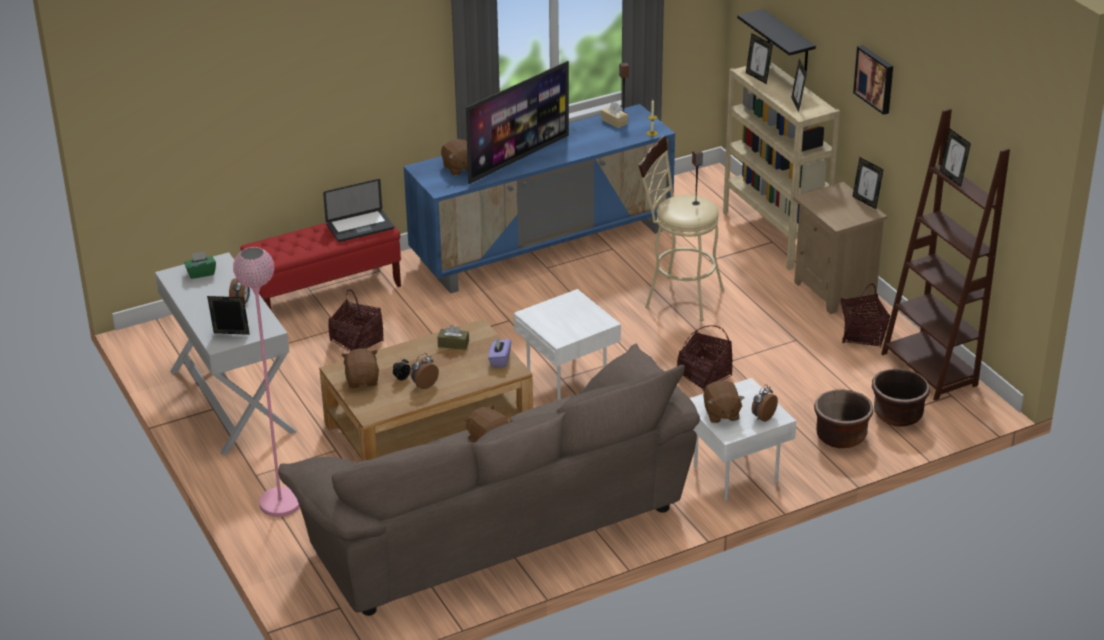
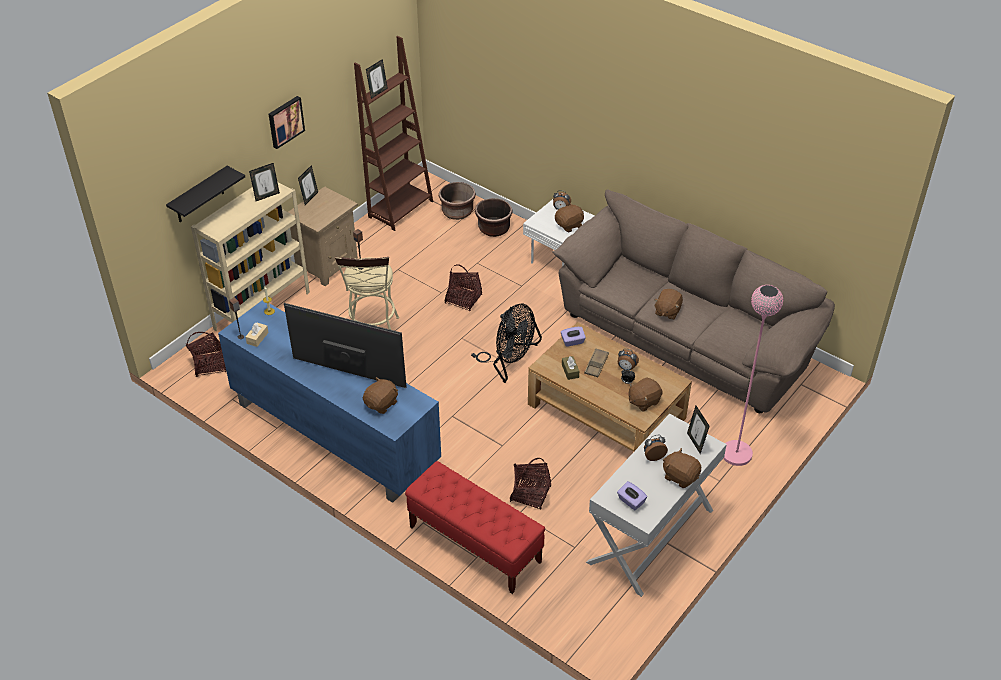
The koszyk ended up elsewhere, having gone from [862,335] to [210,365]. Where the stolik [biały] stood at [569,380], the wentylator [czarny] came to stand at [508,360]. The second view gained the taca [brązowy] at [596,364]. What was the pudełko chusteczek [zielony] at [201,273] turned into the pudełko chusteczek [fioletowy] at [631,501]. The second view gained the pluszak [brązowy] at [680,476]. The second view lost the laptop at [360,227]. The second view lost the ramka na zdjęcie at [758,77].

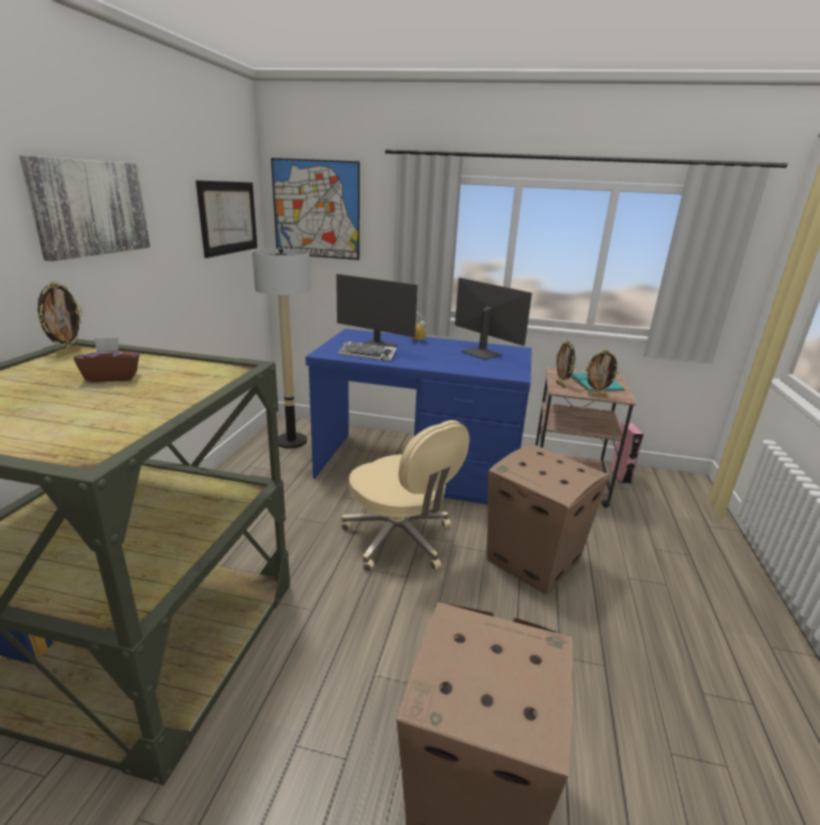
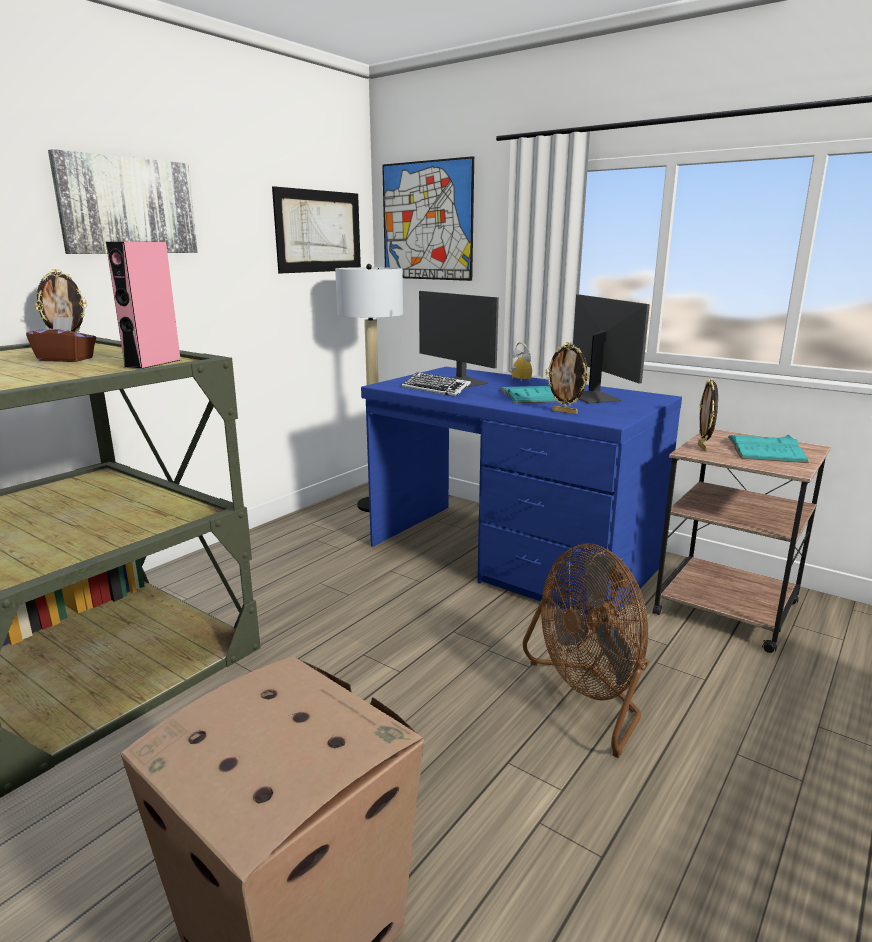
The głośnik [różowy] ended up elsewhere, having gone from [620,476] to [153,363]. The second view gained the książka [turkusowy] at [532,395]. Where the karton stood at [534,560], the wentylator [brązowy] came to stand at [593,694]. The ramka na zdjęcie ended up elsewhere, having gone from [596,395] to [565,412]. The second view lost the krzesło biurowe [beżowy] at [400,539].

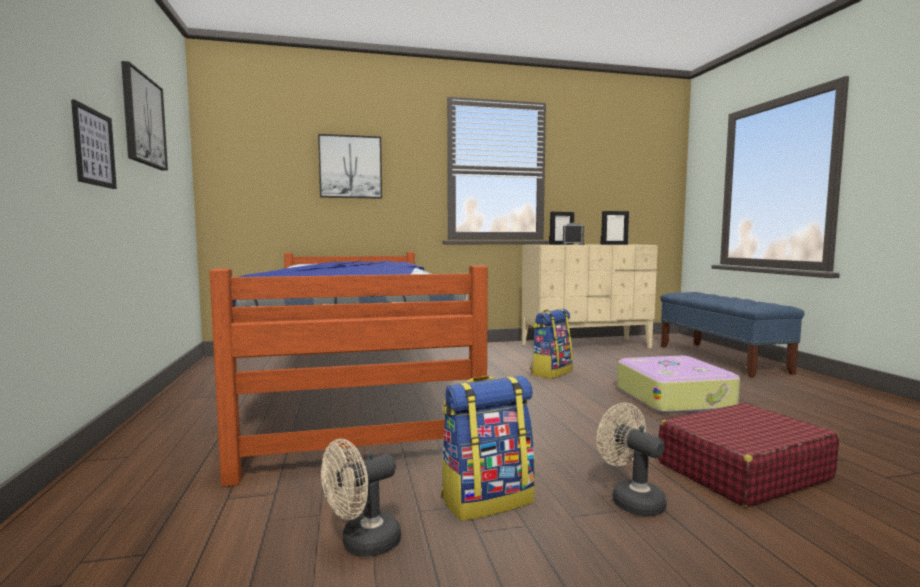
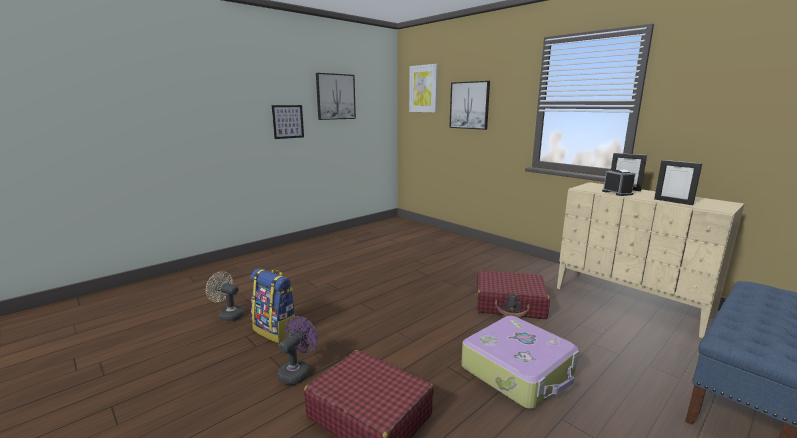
What was the wentylator [beżowy] at [630,499] turned into the wentylator [fioletowy] at [297,372]. The second view gained the obraz at [423,89]. Where the plecak stood at [551,372], the walizka [czerwony] came to stand at [510,304]. The second view lost the łóżko at [353,389].

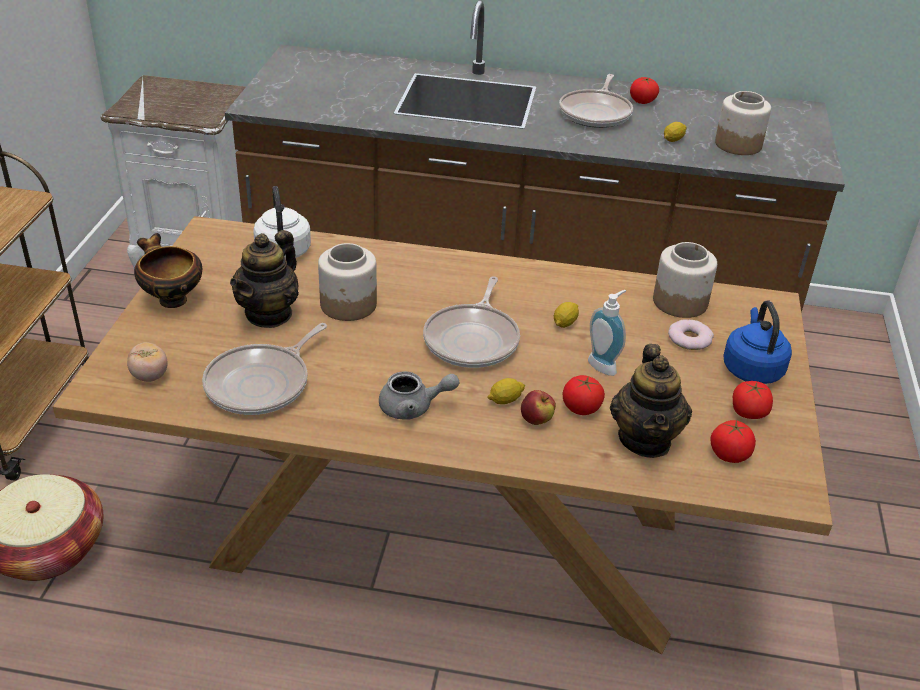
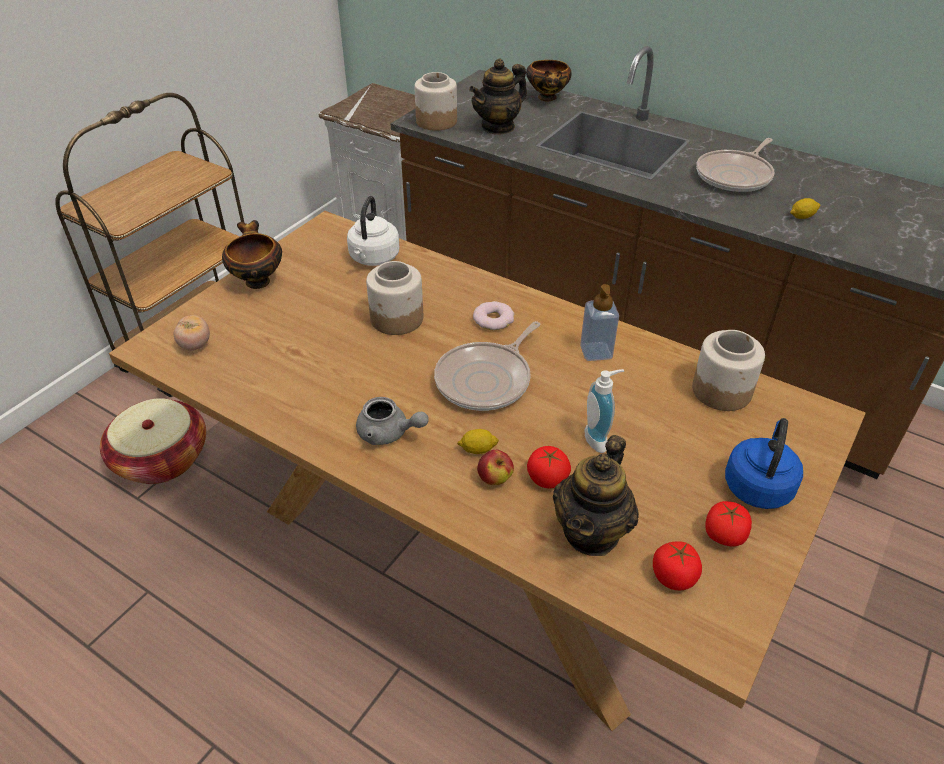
The słoik ended up elsewhere, having gone from [737,144] to [436,121]. The imbryk ended up elsewhere, having gone from [269,314] to [498,127]. The donut ended up elsewhere, having gone from [689,339] to [493,319]. The second view gained the miska at [548,98]. The second view gained the dozownik mydła at [596,352]. The second view lost the patelnia at [262,384]. The second view lost the cytryna at [565,323]. The second view lost the pomidor at [642,101].

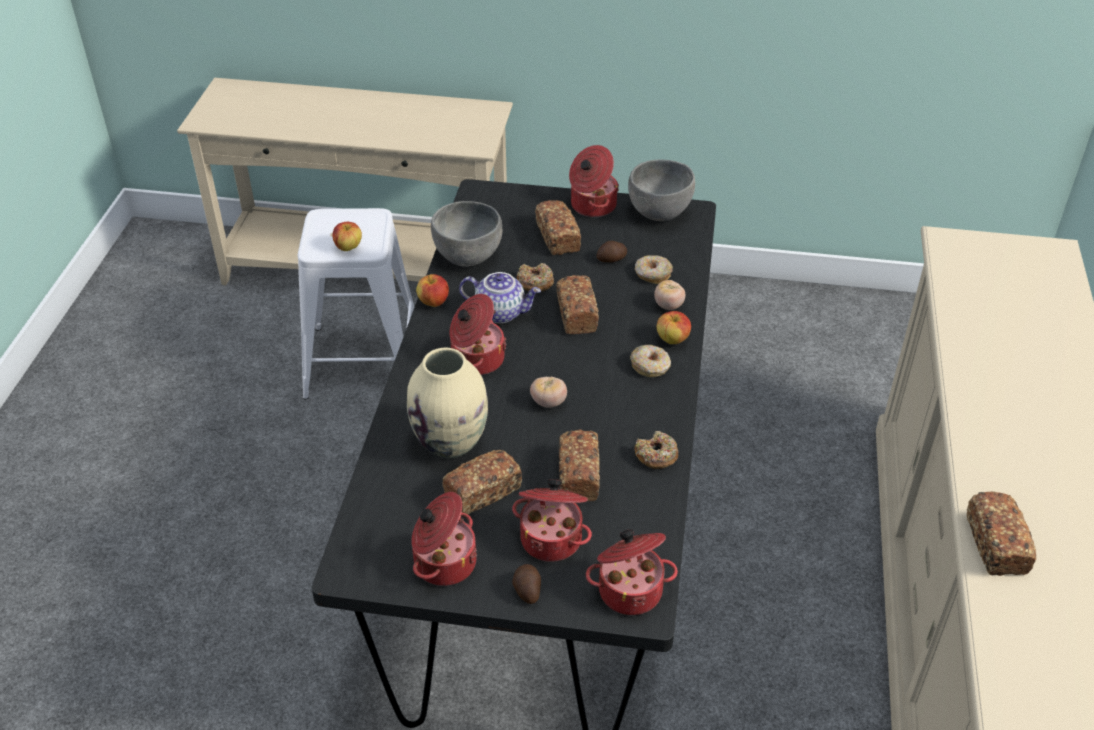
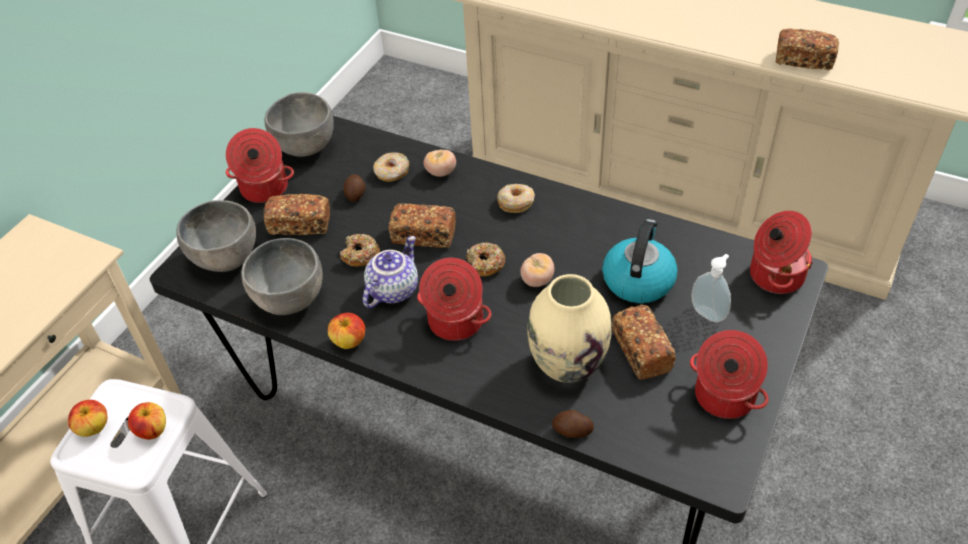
The jabłko ended up elsewhere, having gone from [672,339] to [94,427]. The second view gained the miska [szary] at [226,259]. The donut ended up elsewhere, having gone from [656,456] to [485,264]. The ziemniak ended up elsewhere, having gone from [527,590] to [572,431]. Where the chleb stood at [578,476], the czajnik came to stand at [638,279]. Where the garnek stood at [552,538], the dozownik mydła came to stand at [709,313].

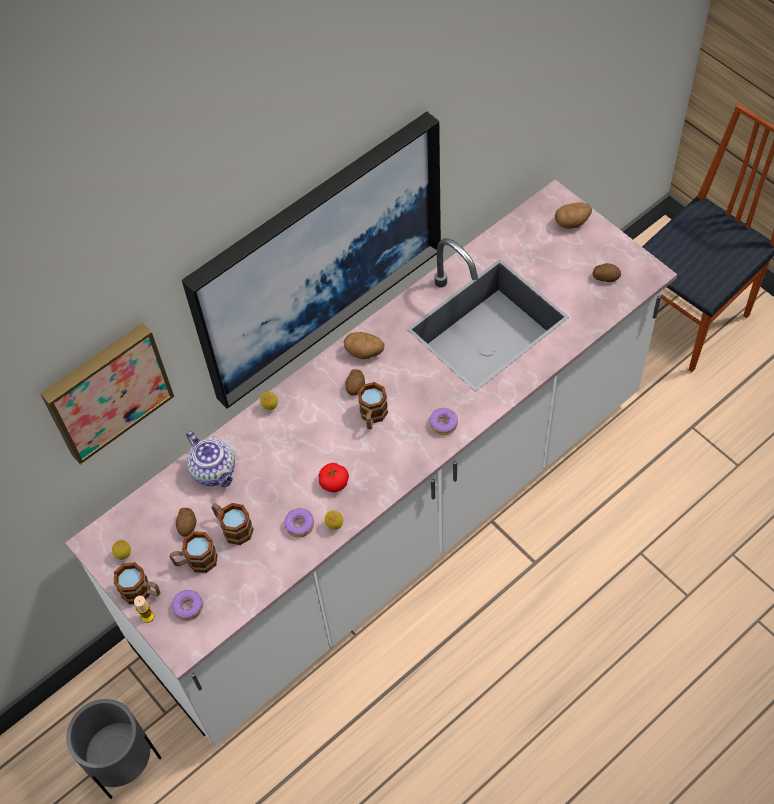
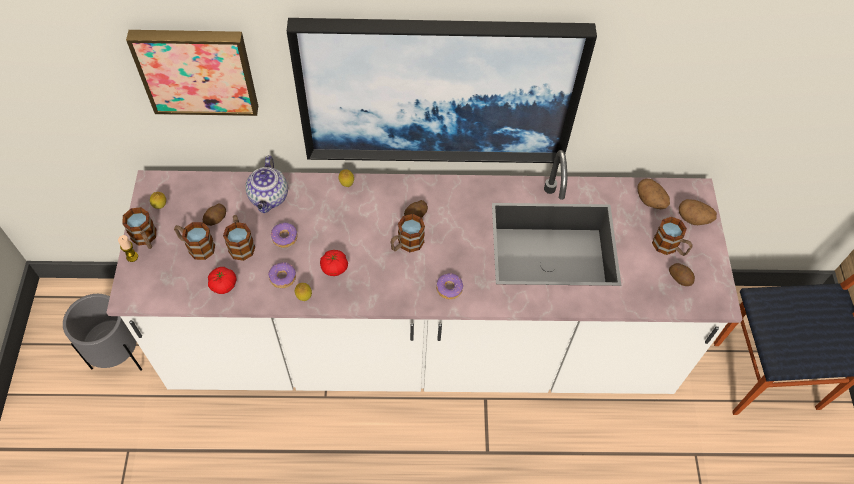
The second view gained the pomidor at [223,285]. The donut ended up elsewhere, having gone from [188,607] to [285,238]. The ziemniak ended up elsewhere, having gone from [365,352] to [650,201]. The second view gained the kubek at [669,247].

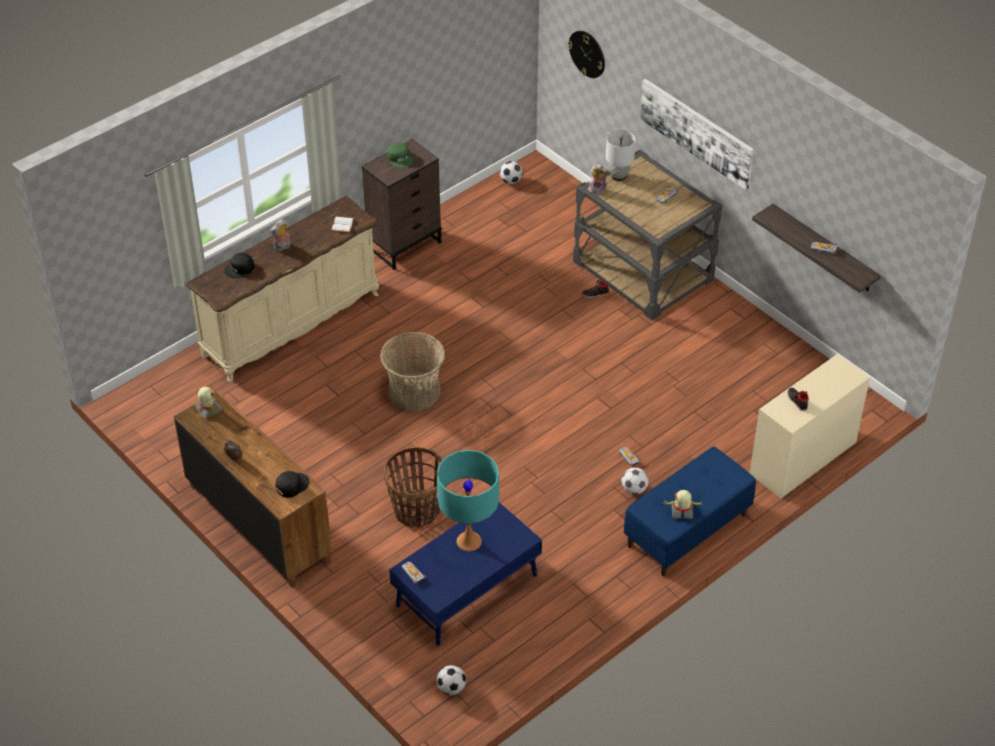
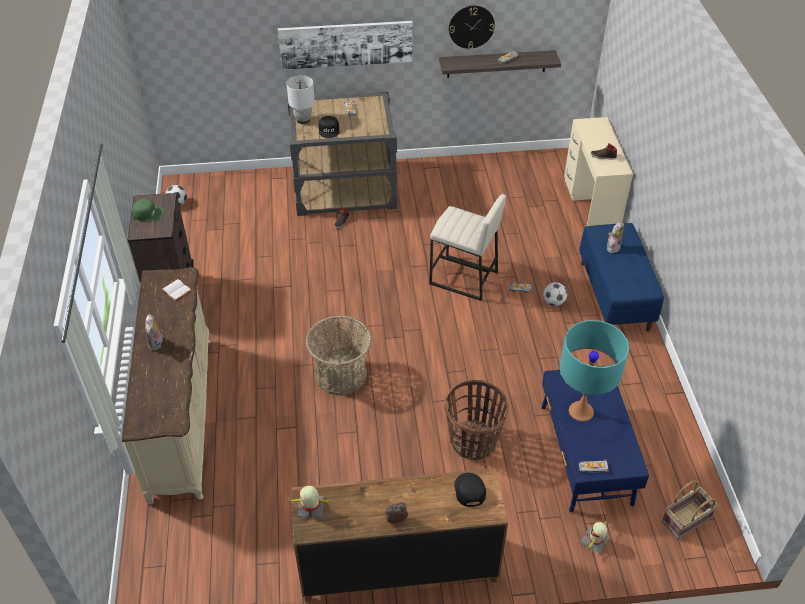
The czapka z daszkiem [czarny] ended up elsewhere, having gone from [240,269] to [329,130]. The second view gained the stołek [beżowy] at [463,278]. The zegar ścienny ended up elsewhere, having gone from [587,54] to [471,26]. The robot zabawkowy ended up elsewhere, having gone from [682,511] to [595,541]. The pluszak ended up elsewhere, having gone from [598,190] to [612,247]. Where the piłka futbolowa stood at [451,688], the koszyk came to stand at [686,521].

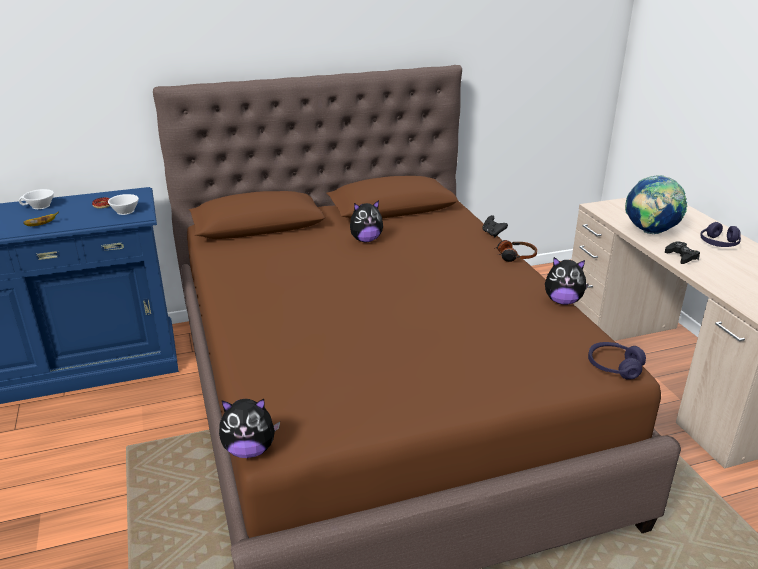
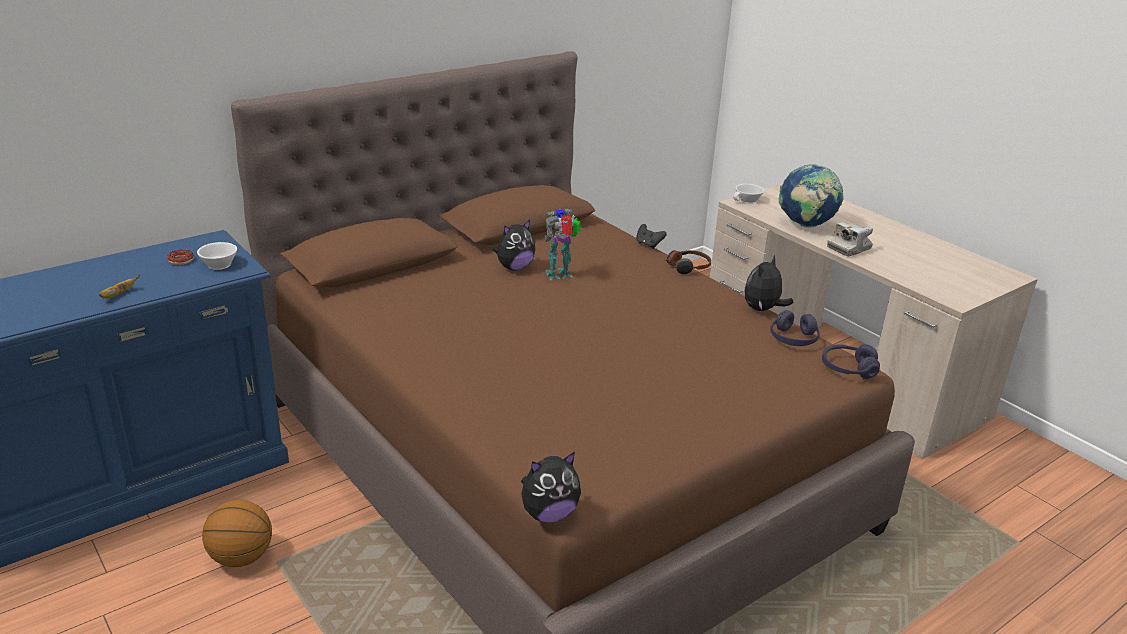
The second view gained the piłka do koszykówki at [241,557]. The second view gained the robot zabawkowy at [560,275]. The filiżanka [biały] ended up elsewhere, having gone from [39,206] to [748,201]. The pluszak at [562,301] ended up facing another way, 135 degrees clockwise from before. The słuchawki [fioletowy] ended up elsewhere, having gone from [718,243] to [793,339]. Where the pad do gier [czarny] stood at [681,256], the aparat fotograficzny came to stand at [849,248].

